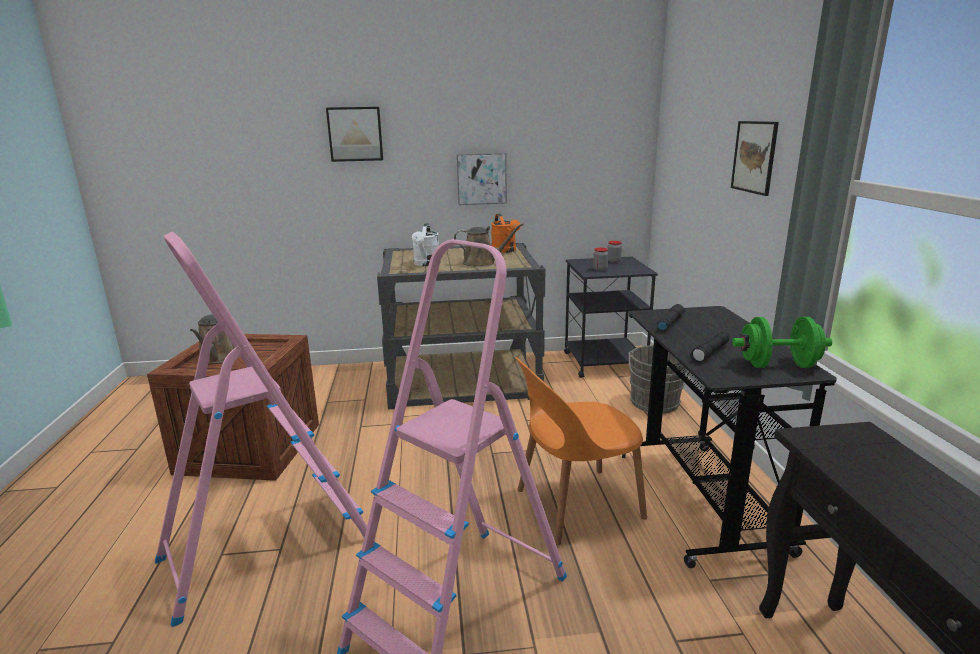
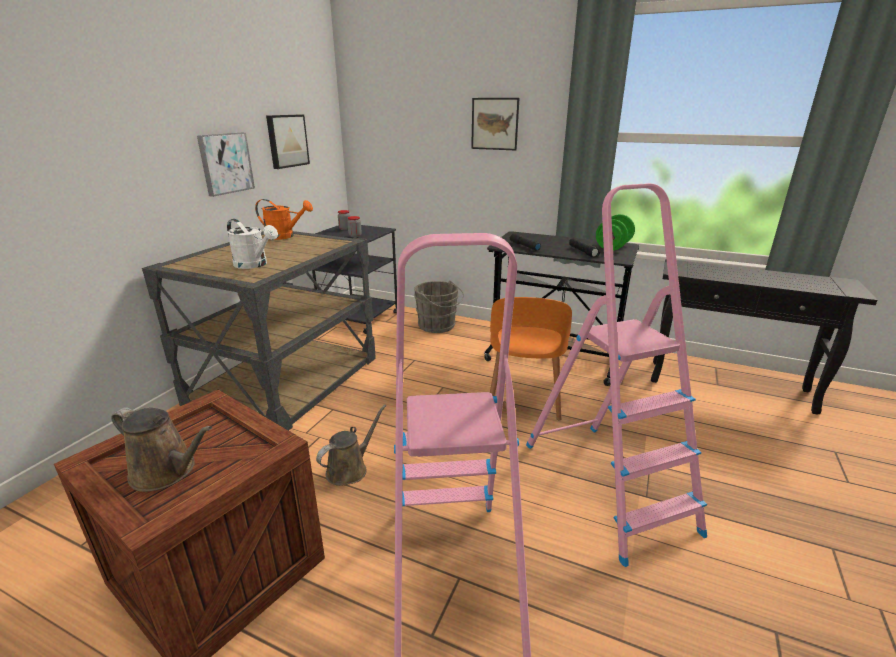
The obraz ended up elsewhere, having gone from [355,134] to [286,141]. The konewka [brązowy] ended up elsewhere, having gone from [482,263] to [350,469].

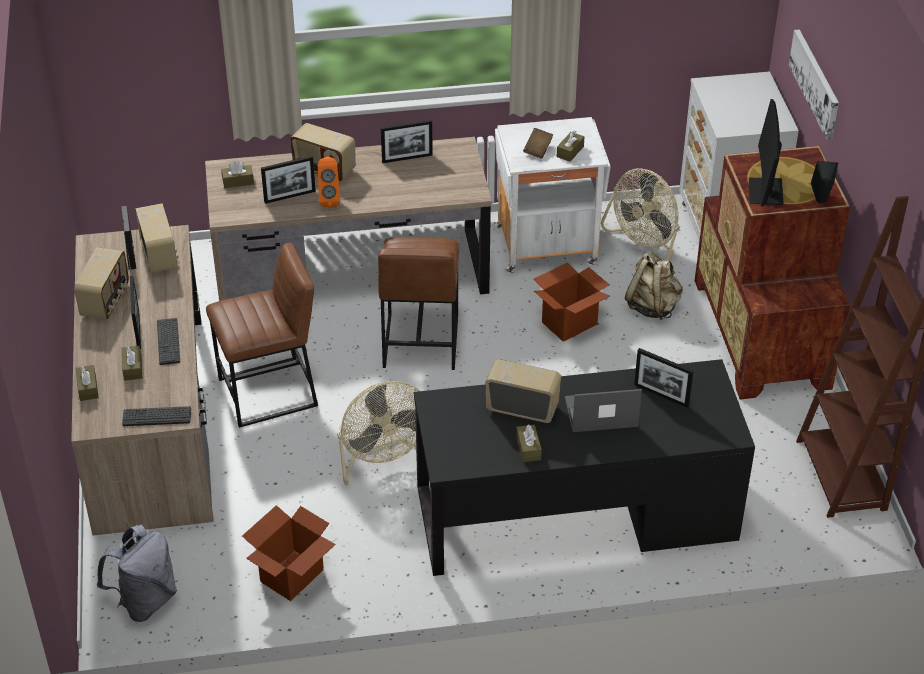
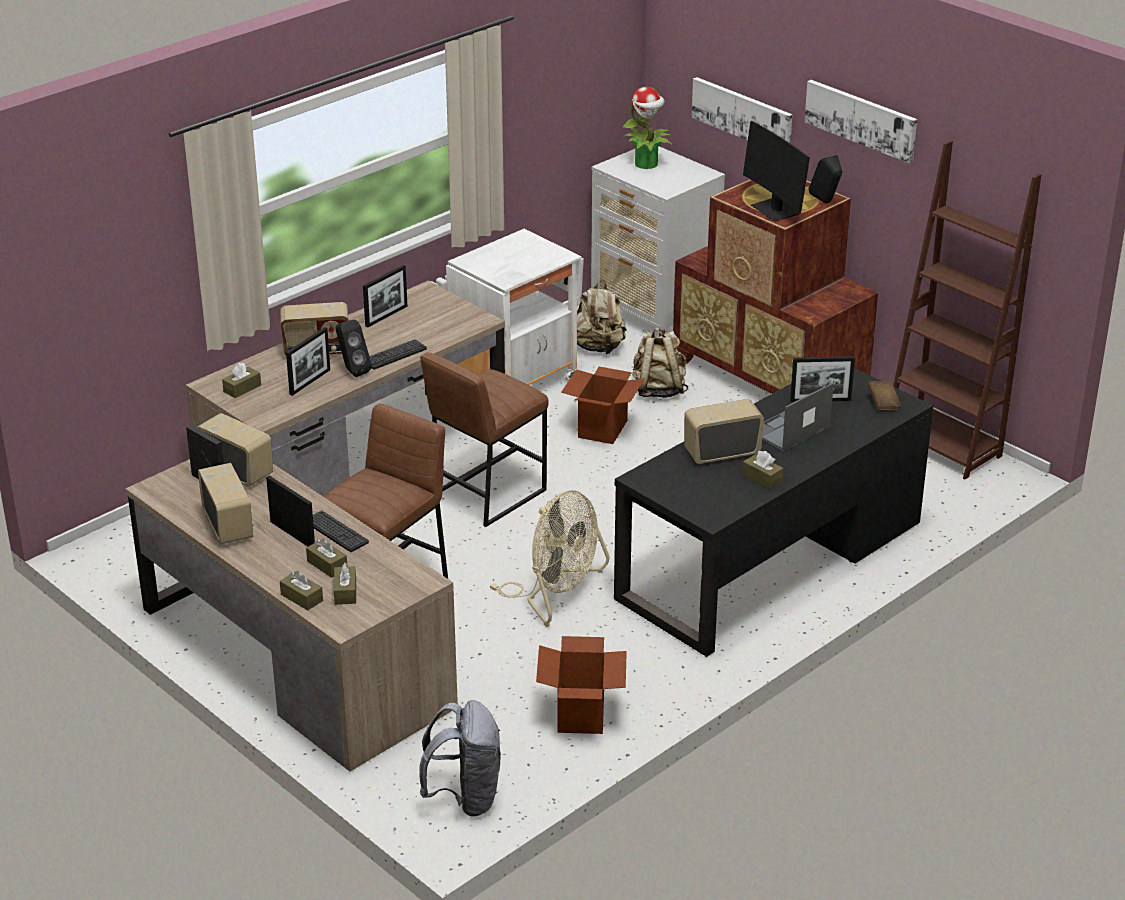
The pudełko chusteczek [brązowy] ended up elsewhere, having gone from [570,151] to [345,592]. What was the głośnik [pomarańczowy] at [329,199] turned into the głośnik [czarny] at [352,371]. The klawiatura ended up elsewhere, having gone from [157,417] to [394,355]. The krzesło [brązowy] at [420,342] ended up facing another way, 75 degrees clockwise from before. Where the wentylator [beżowy] stood at [645,243], the plecak [beżowy] came to stand at [599,348]. The second view gained the roślina doniczkowa at [647,164]. The second view gained the obraz at [861,119]. The książka [brązowy] ended up elsewhere, having gone from [538,149] to [883,403].

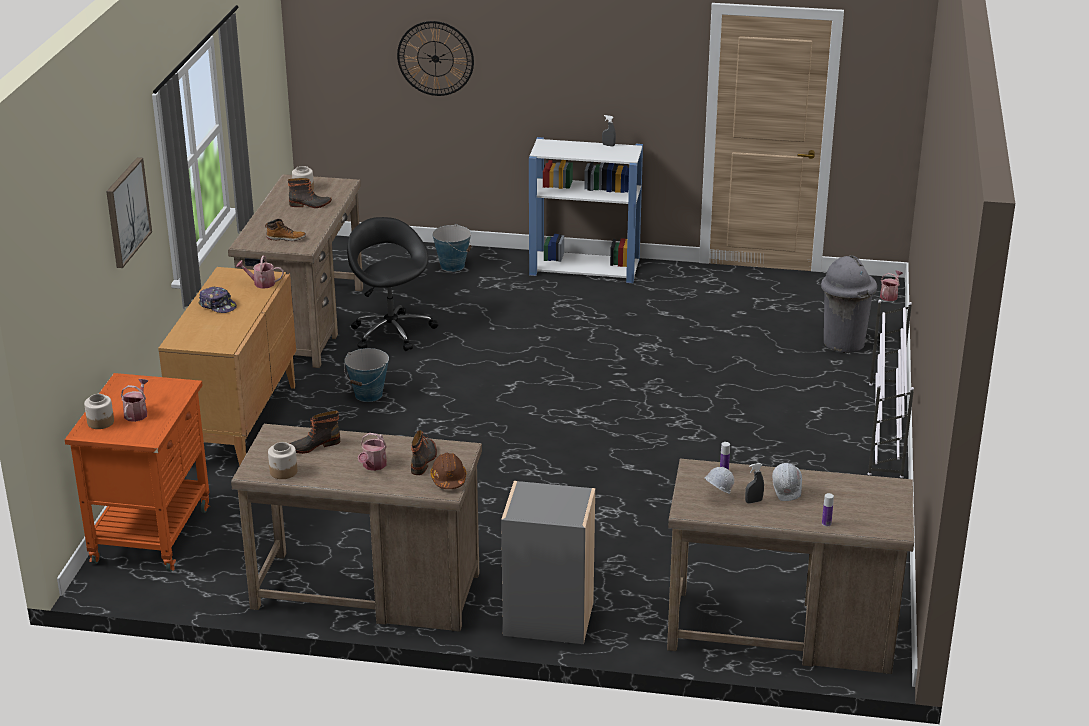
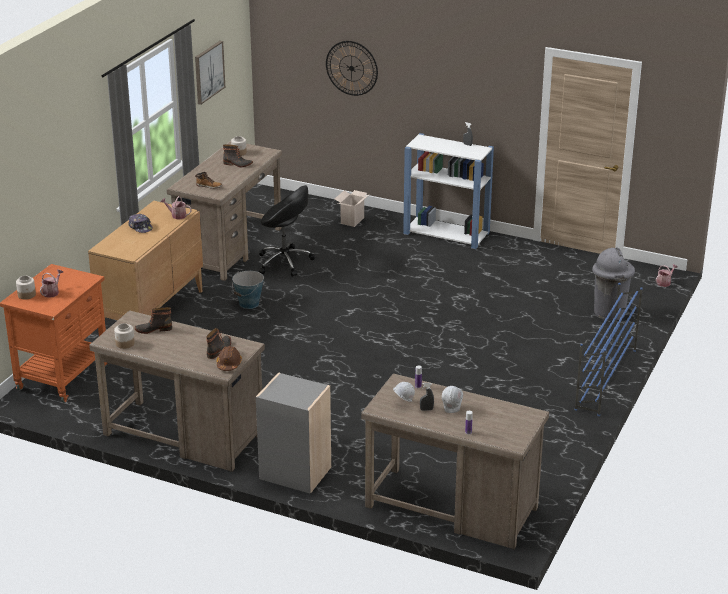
The obraz ended up elsewhere, having gone from [127,212] to [208,72]. The krzesło biurowe [czarny] at [391,332] ended up facing another way, 135 degrees clockwise from before. Where the wiadro stood at [452,266], the karton came to stand at [352,220]. What was the regał na buty [biały] at [885,429] turned into the regał na buty [niebieski] at [605,379]. The second view lost the konewka at [373,466].

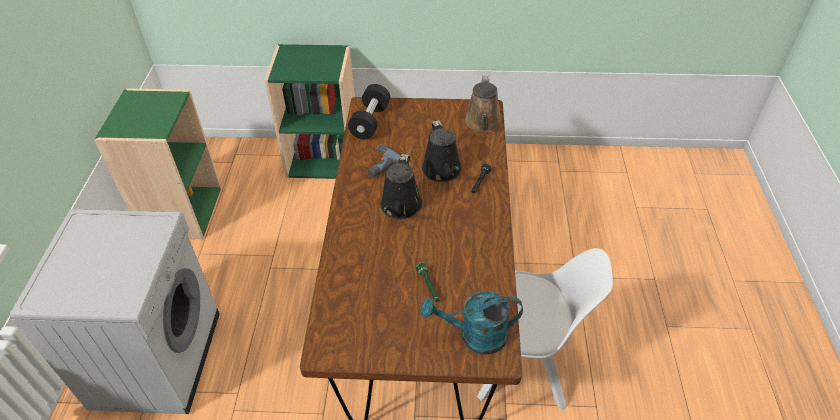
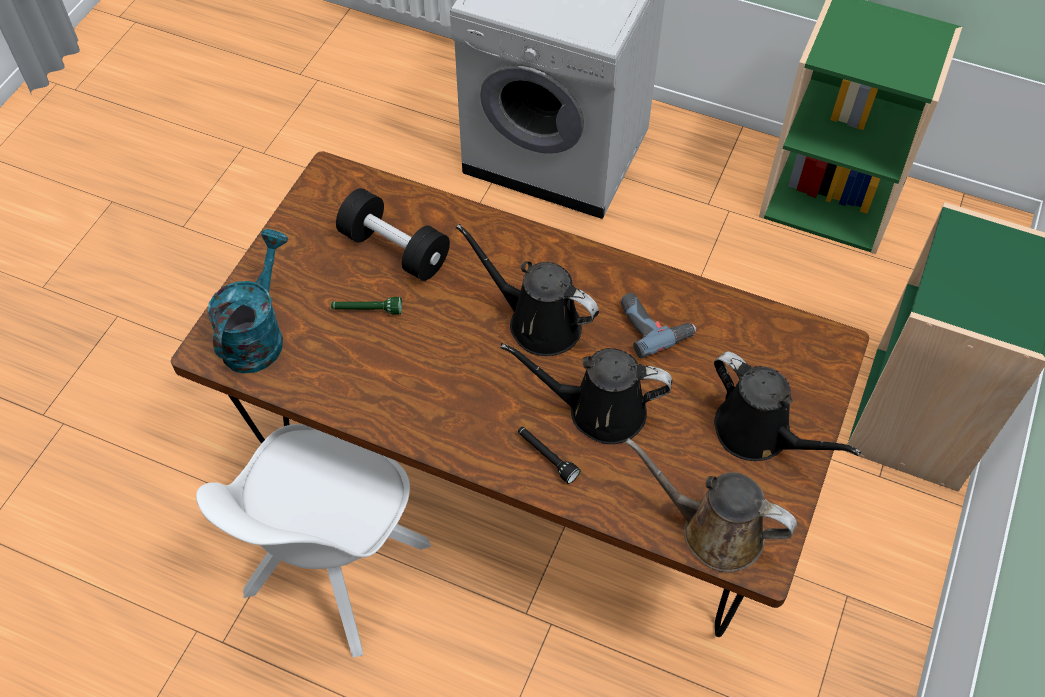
The hantel [czarny] ended up elsewhere, having gone from [370,122] to [394,249]. The second view gained the konewka [czarny] at [758,433].

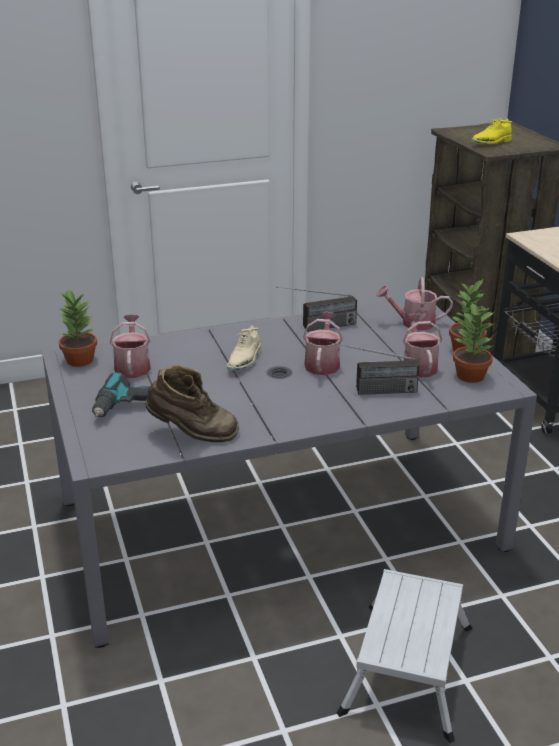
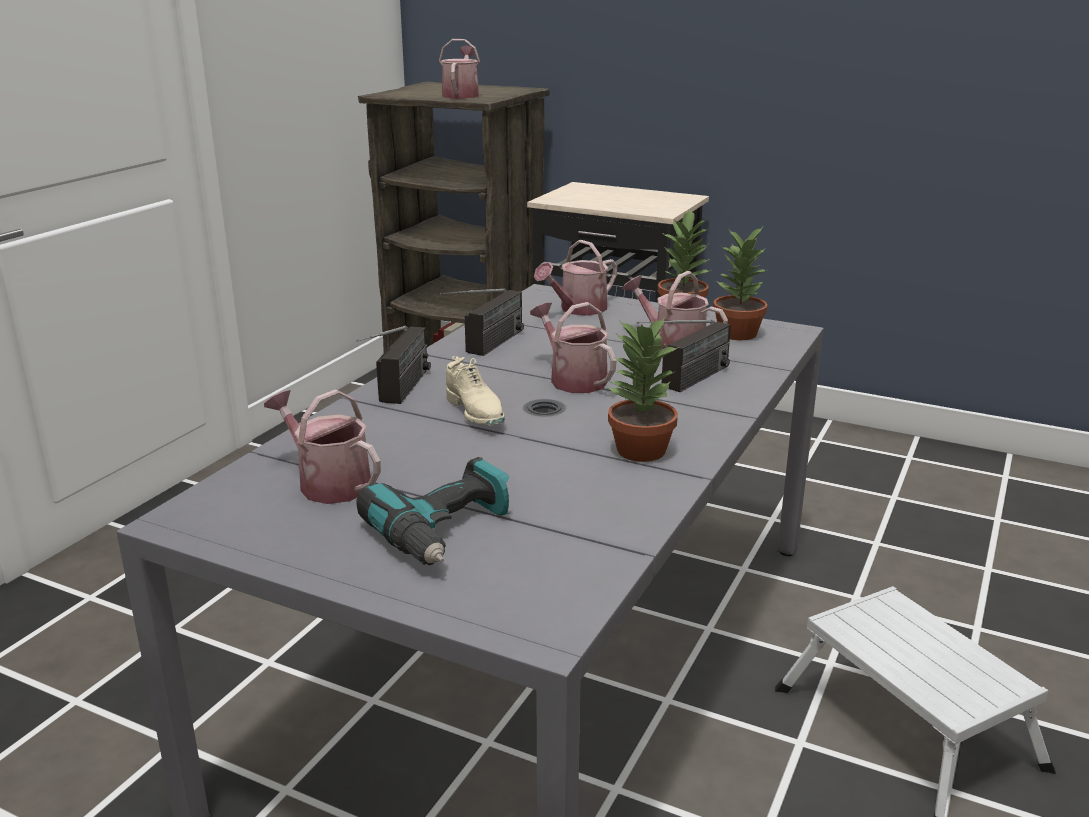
The second view gained the radio at [399,395]. Where the but [żółty] stood at [491,143], the konewka came to stand at [461,95]. The roślina doniczkowa ended up elsewhere, having gone from [79,360] to [639,450]. The second view lost the but z cholewką [brązowy] at [192,434].

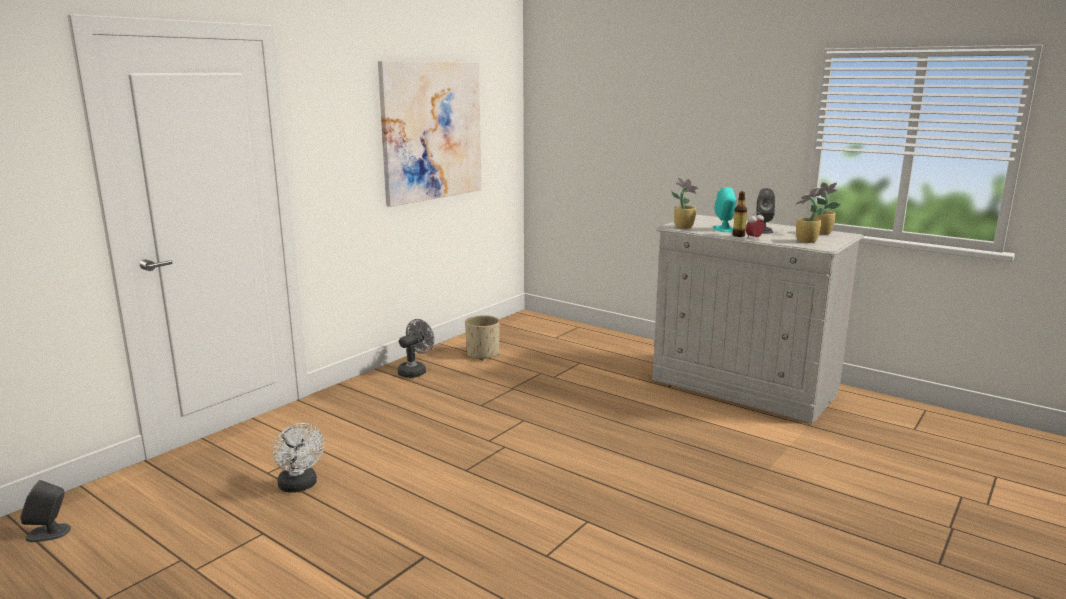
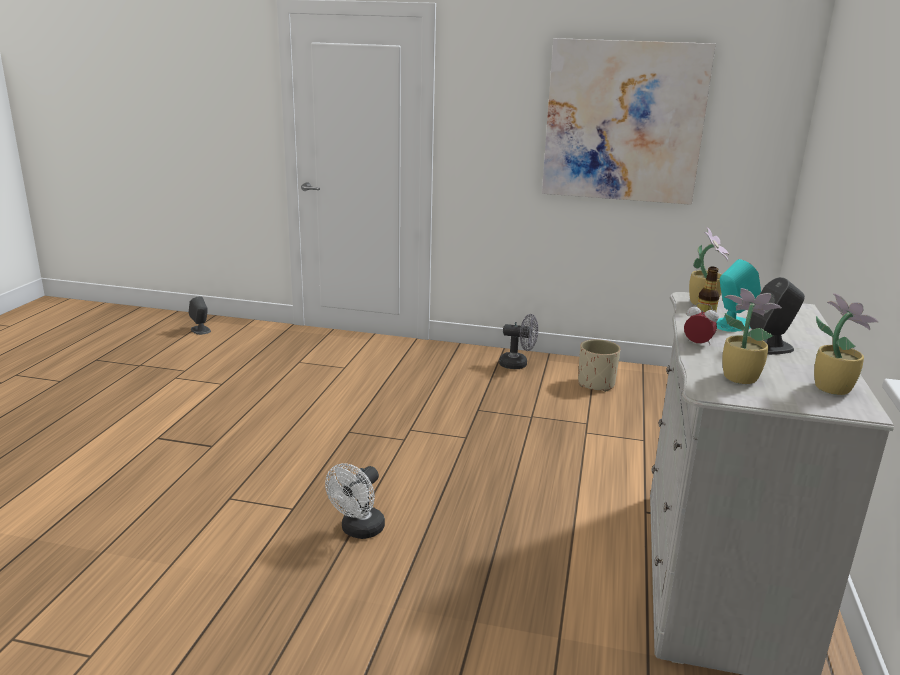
The wentylator [biały] ended up elsewhere, having gone from [300,486] to [358,531].

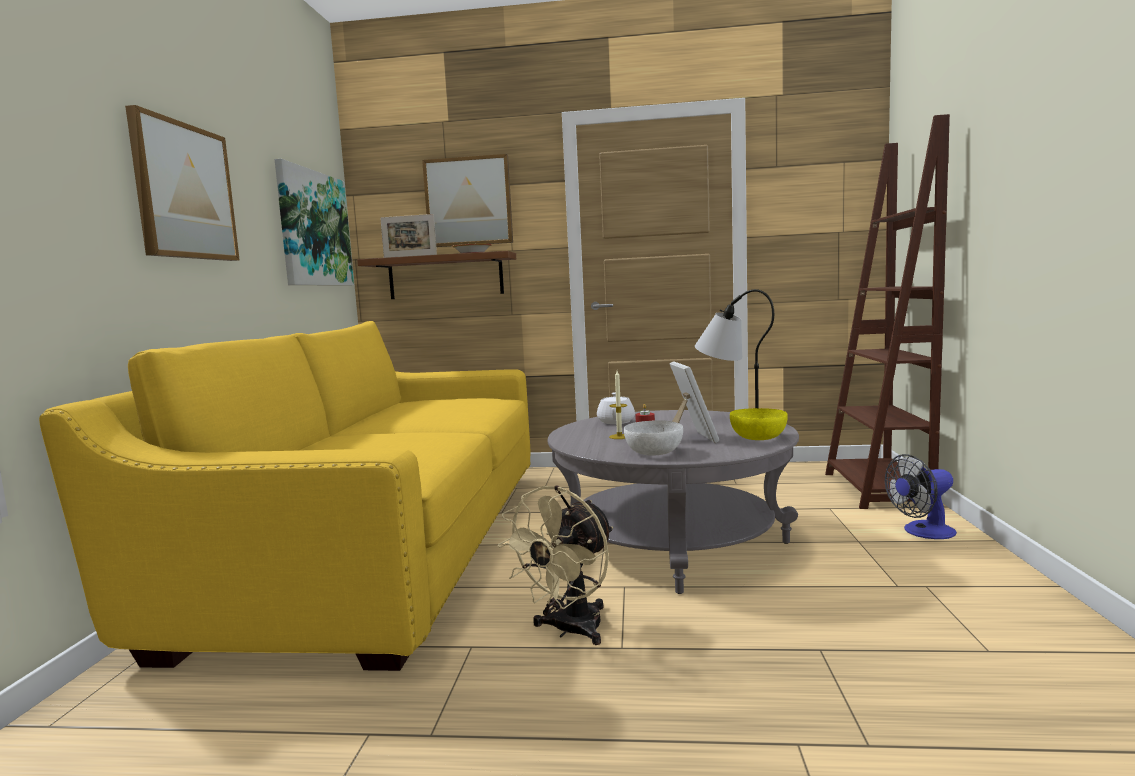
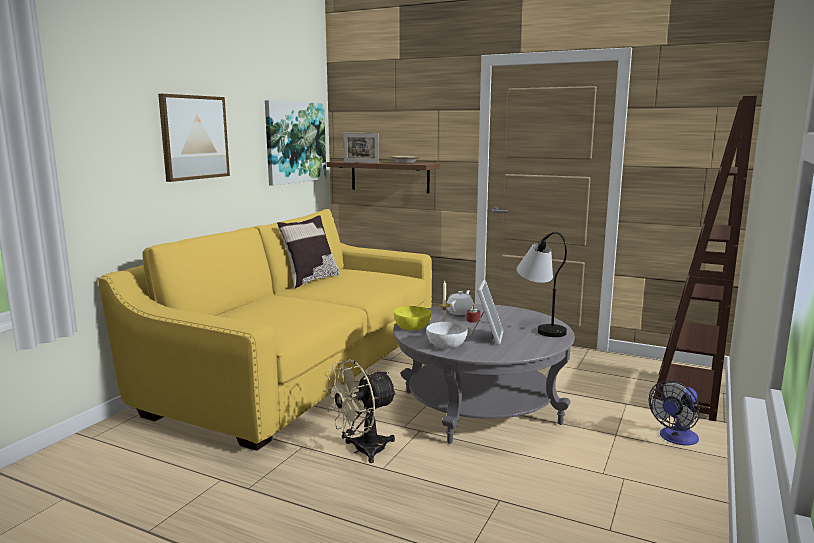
The second view gained the poduszka at [310,280]. The miska [żółty] ended up elsewhere, having gone from [758,437] to [412,327]. The wentylator at [922,532] ended up facing another way, 45 degrees counterclockwise from before. The second view lost the obraz at [468,202].

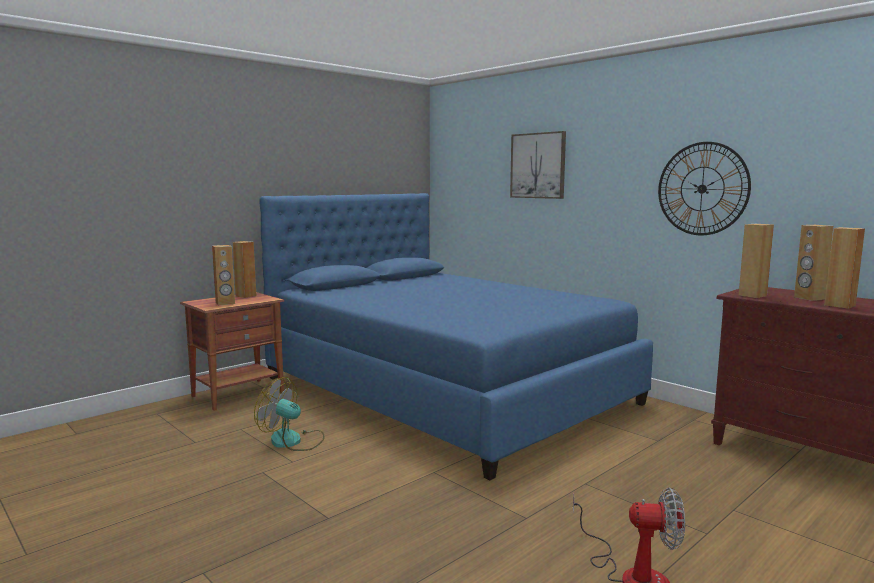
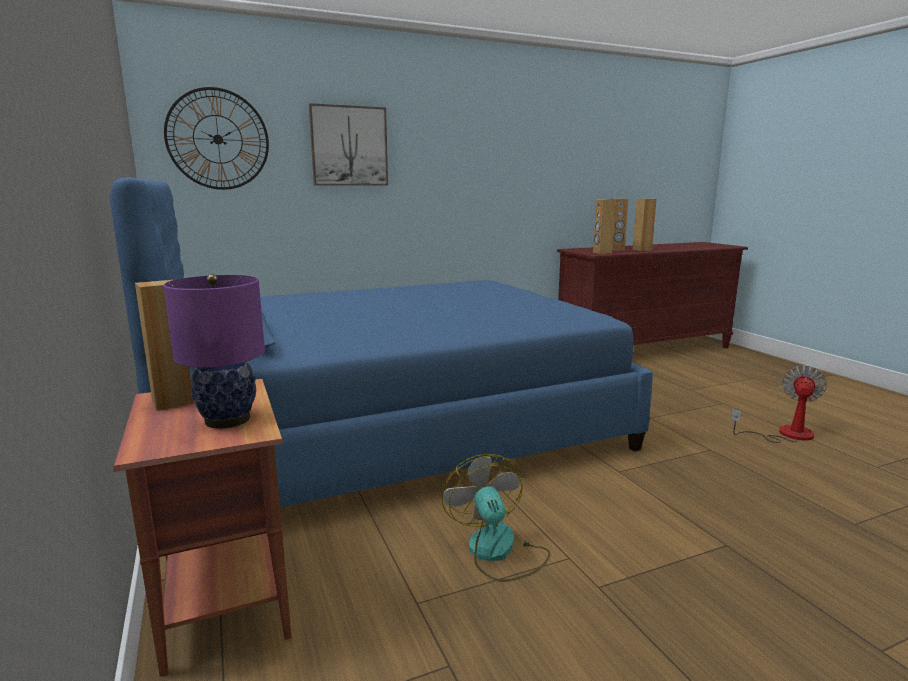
Where the głośnik [brązowy] stood at [225,303], the lampa stołowa [fioletowy] came to stand at [227,419]. The zegar ścienny ended up elsewhere, having gone from [702,189] to [218,139]. The wentylator at [293,441] ended up facing another way, 120 degrees clockwise from before.

